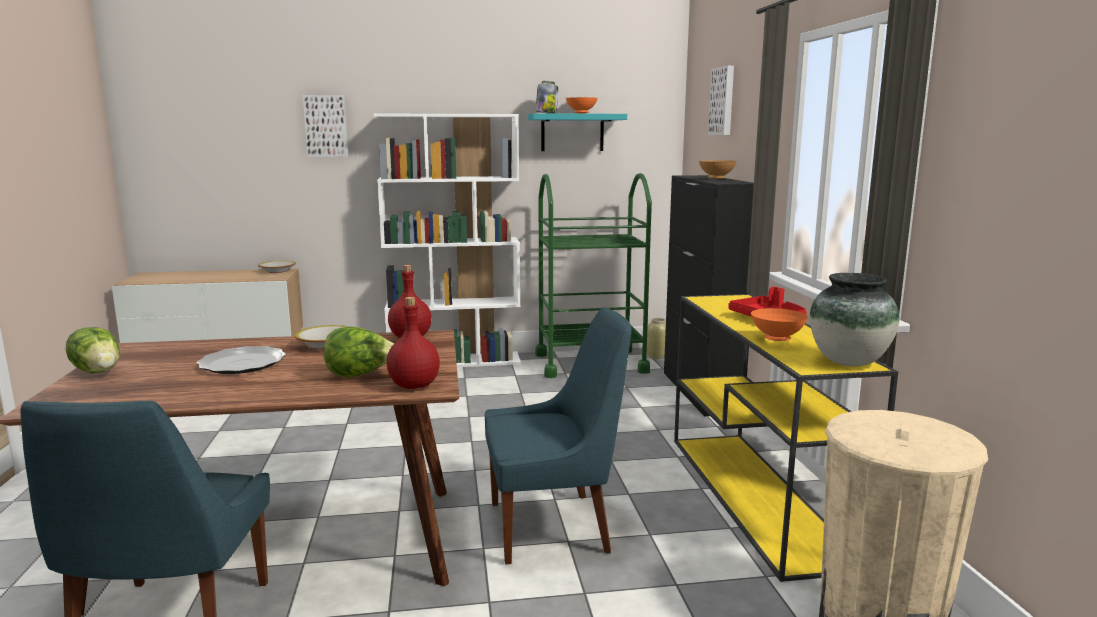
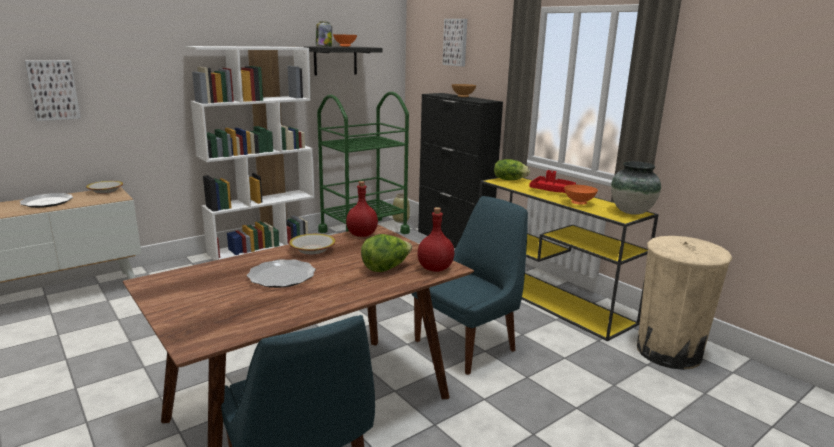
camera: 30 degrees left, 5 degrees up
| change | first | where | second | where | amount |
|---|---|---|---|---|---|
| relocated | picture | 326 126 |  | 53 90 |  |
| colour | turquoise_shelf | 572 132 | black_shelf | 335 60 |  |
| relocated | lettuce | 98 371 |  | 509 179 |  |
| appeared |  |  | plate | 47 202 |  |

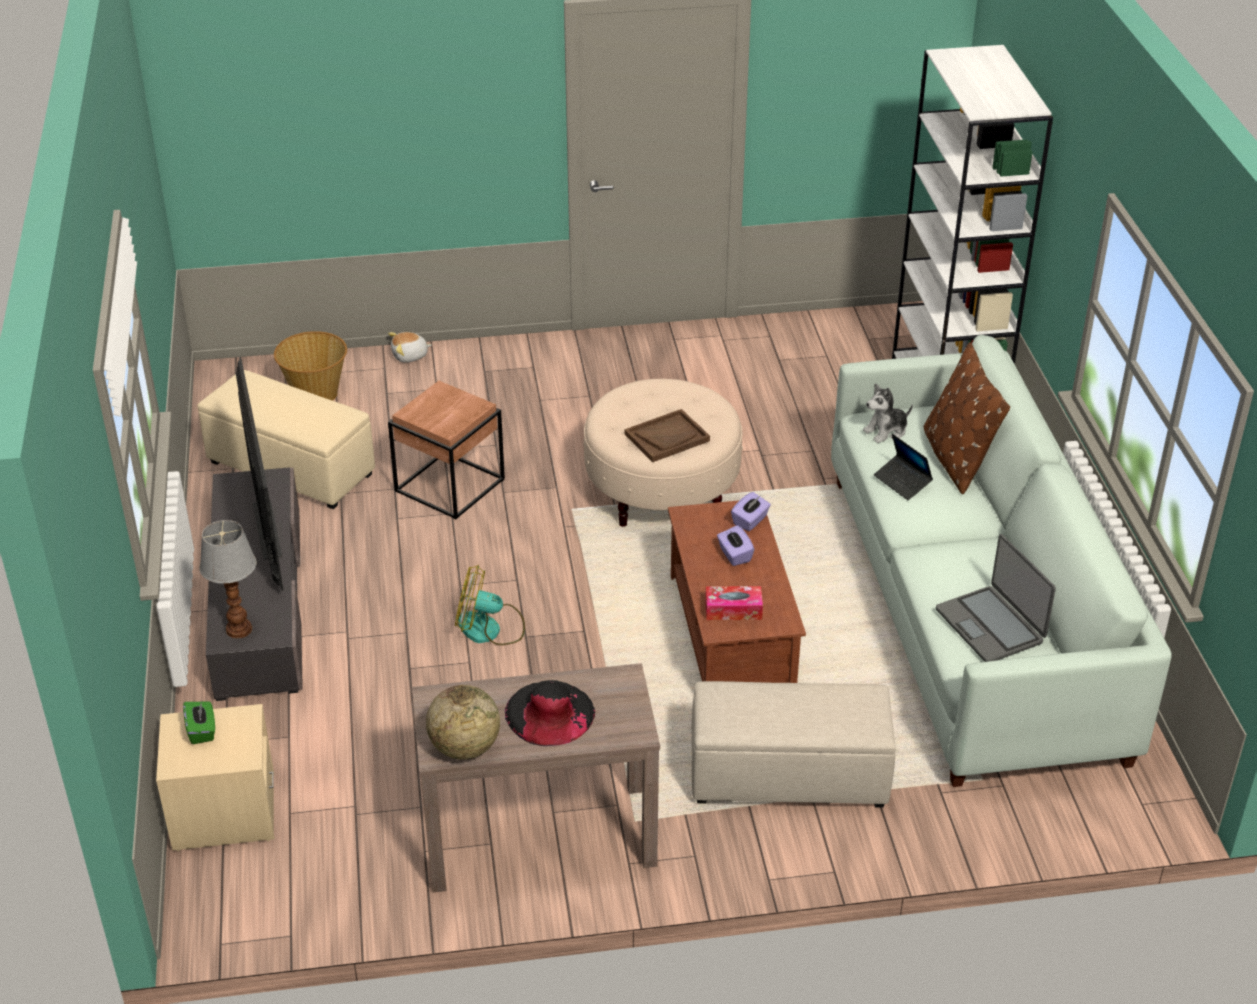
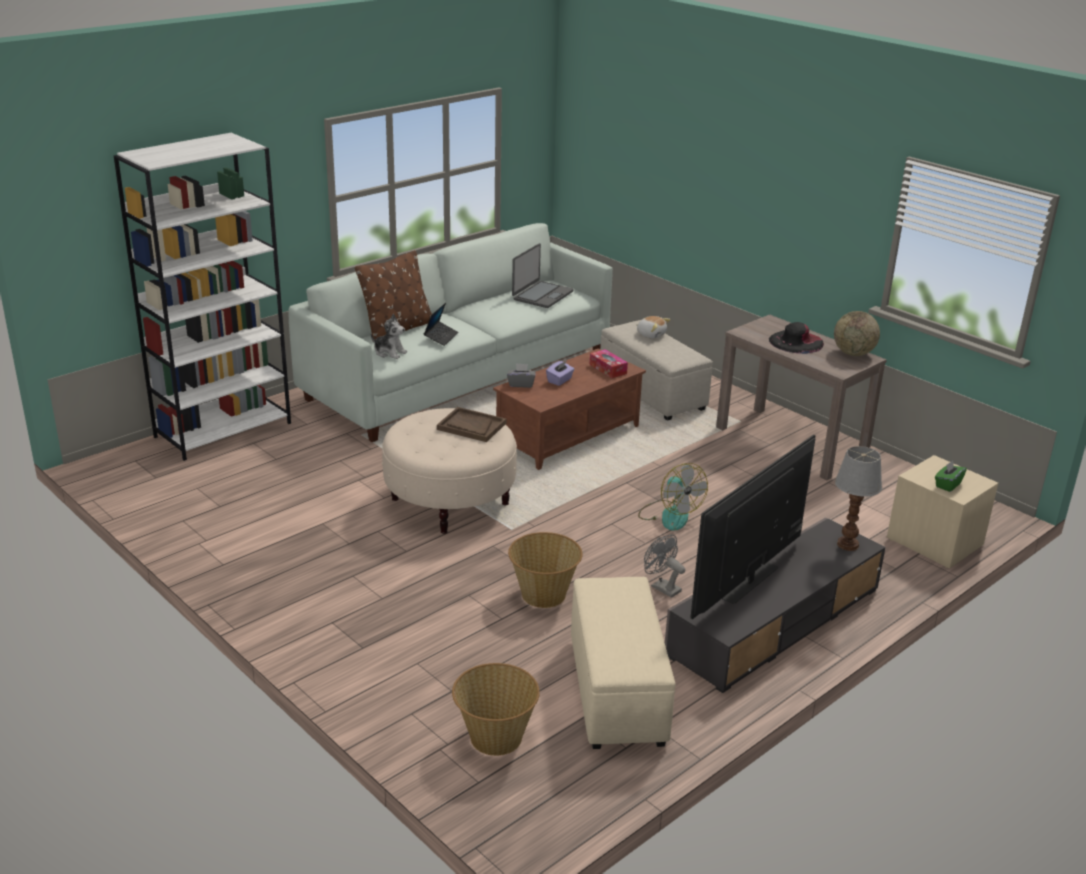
camera: 125 degrees left, 10 degrees down
| change | first | where | second | where | amount |
|---|---|---|---|---|---|
| relocated | plush_toy | 410 356 |  | 651 335 |  |
| exchanged | brown_side_table | 449 484 | basket | 543 595 |  |
| colour | purple_tissue_box | 750 521 | grey_tissue_box | 521 384 |  |
| appeared |  |  | grey_fan | 662 587 |  |

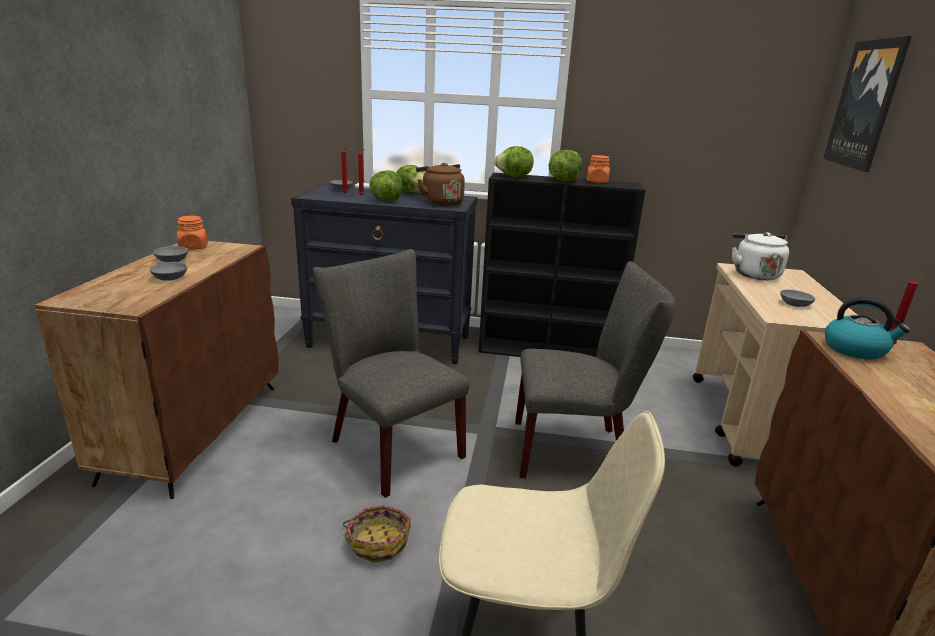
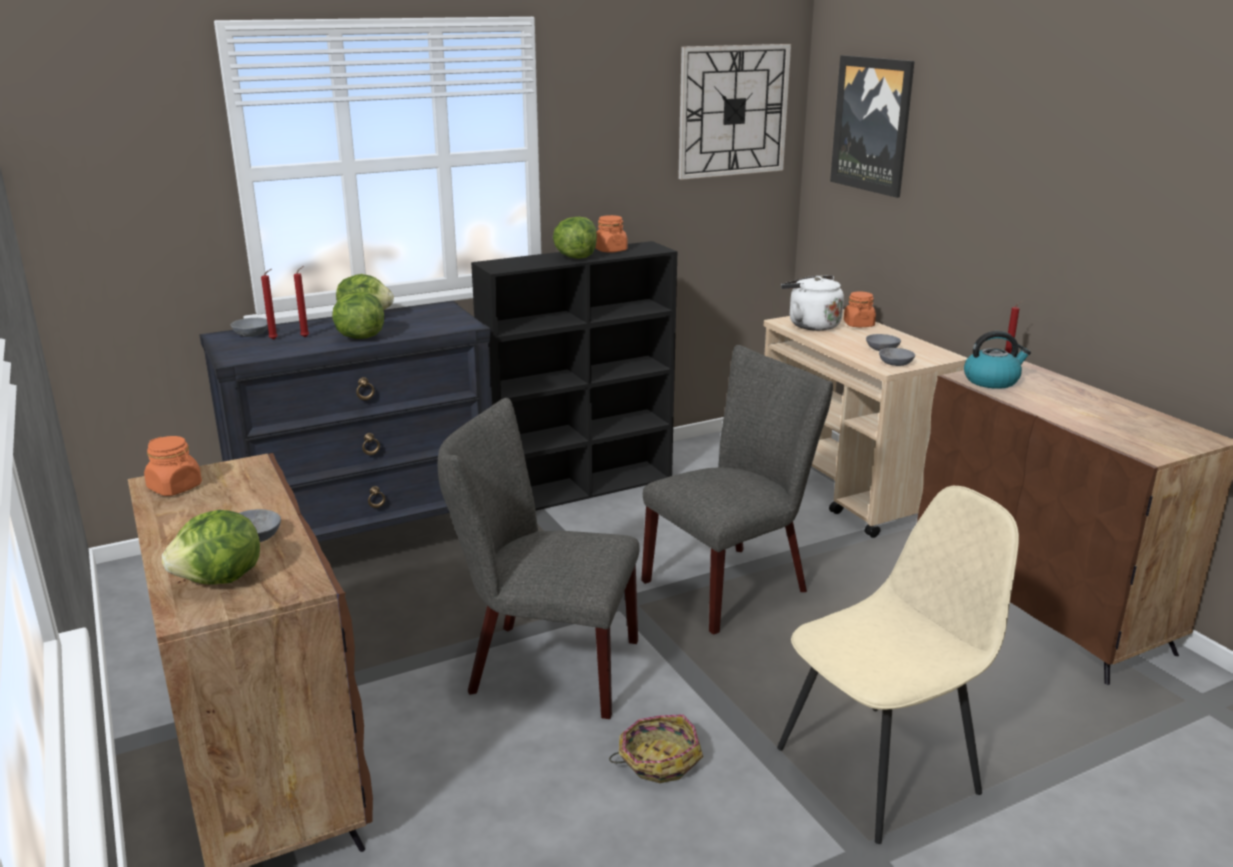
camera: 35 degrees left, 0 degrees up
| change | first | where | second | where | amount |
|---|---|---|---|---|---|
| relocated | lettuce | 514 177 |  | 220 580 |  |
| missing | brown_kettle | 440 203 |  |  |  |
| relocated | grey_bowl | 171 260 |  | 895 364 |  |
| appeared |  |  | wall_clock | 733 111 |  |
| appeared |  |  | orange_jar | 858 324 |  |

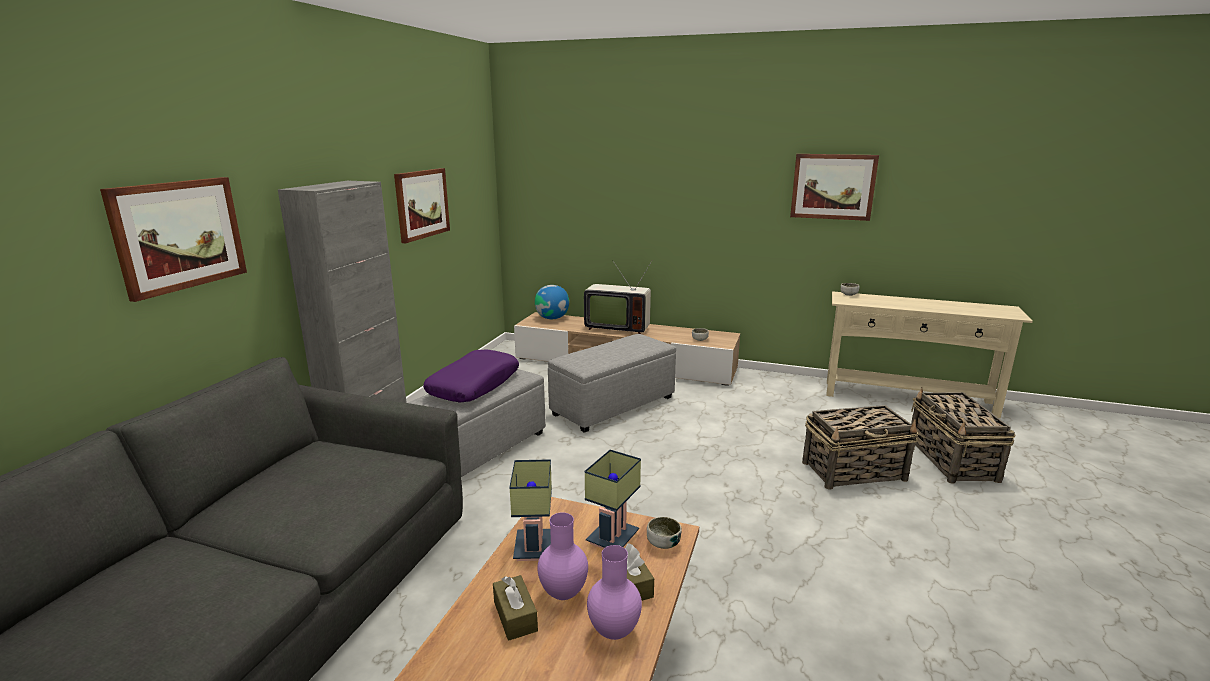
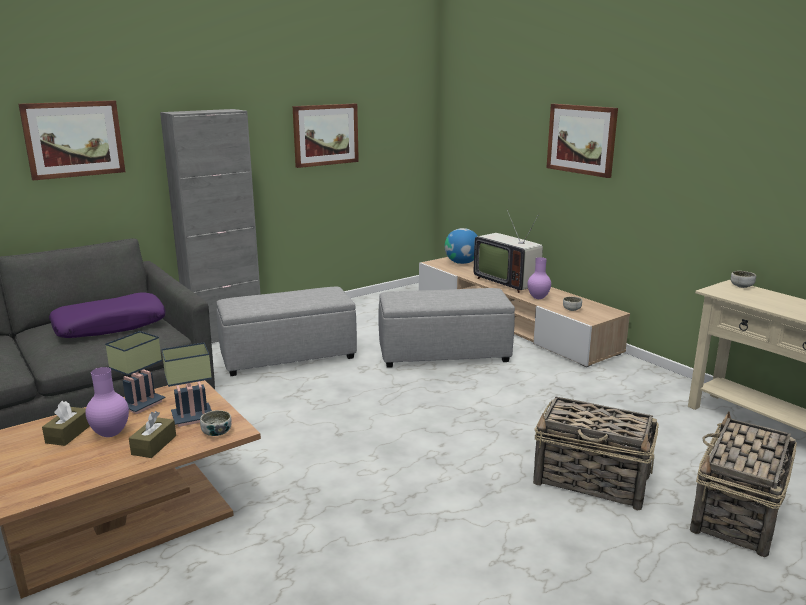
camera: 35 degrees right, 0 degrees up
| change | first | where | second | where | amount |
|---|---|---|---|---|---|
| relocated | picture | 833 186 |  | 581 139 |  |
| relocated | purple_pillow | 473 385 |  | 110 326 |  |
| relocated | purple_vase | 613 631 |  | 538 298 |  |

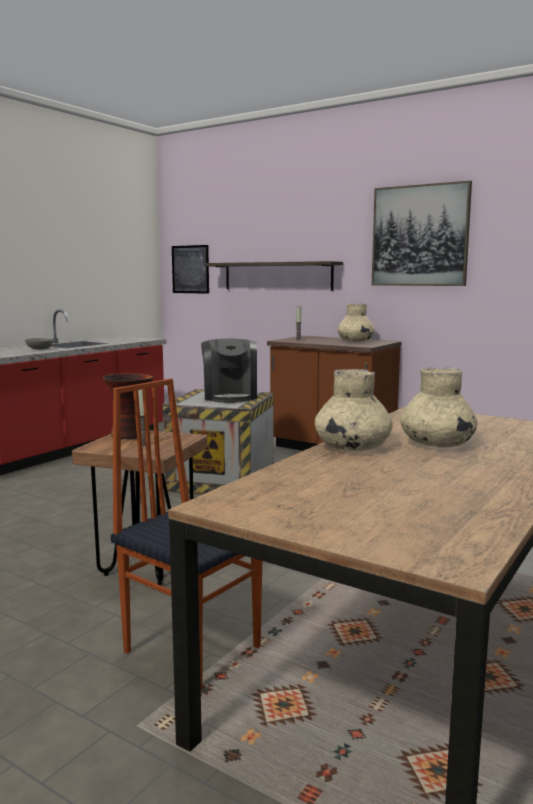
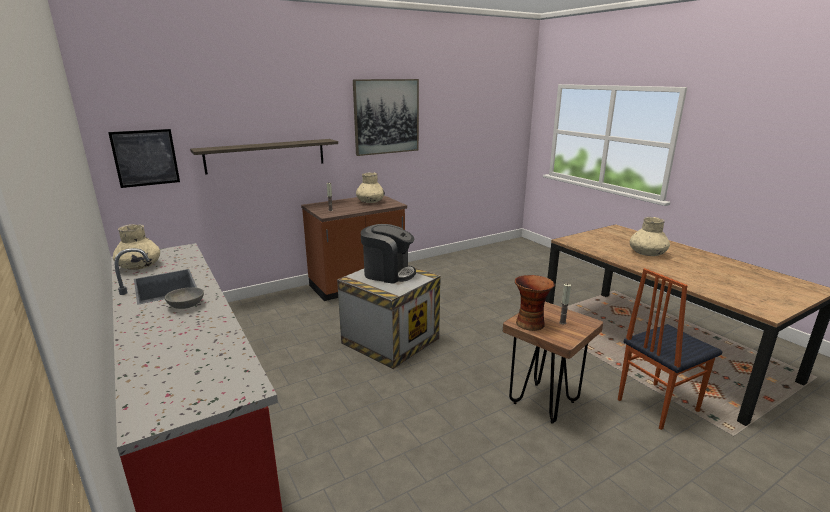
camera: 65 degrees left, 10 degrees up
| change | first | where | second | where | amount |
|---|---|---|---|---|---|
| relocated | beige_vase | 352 448 |  | 139 266 |  |

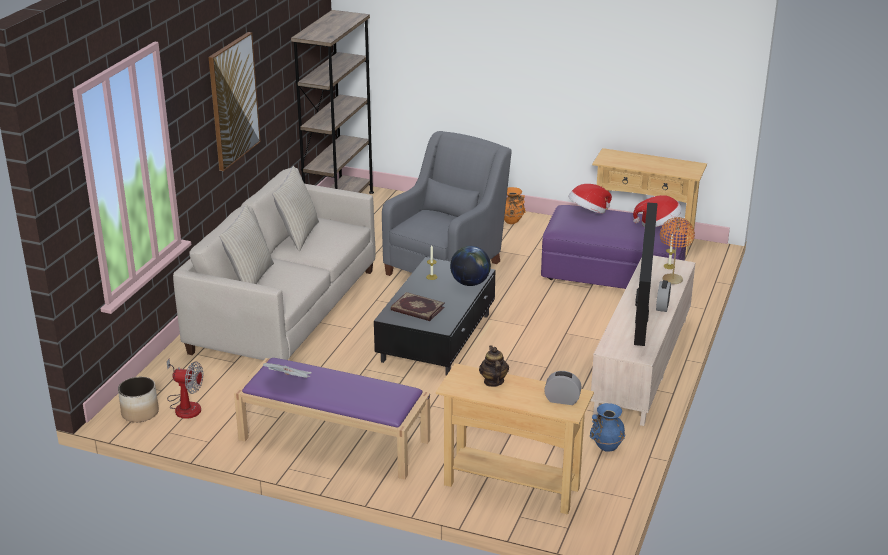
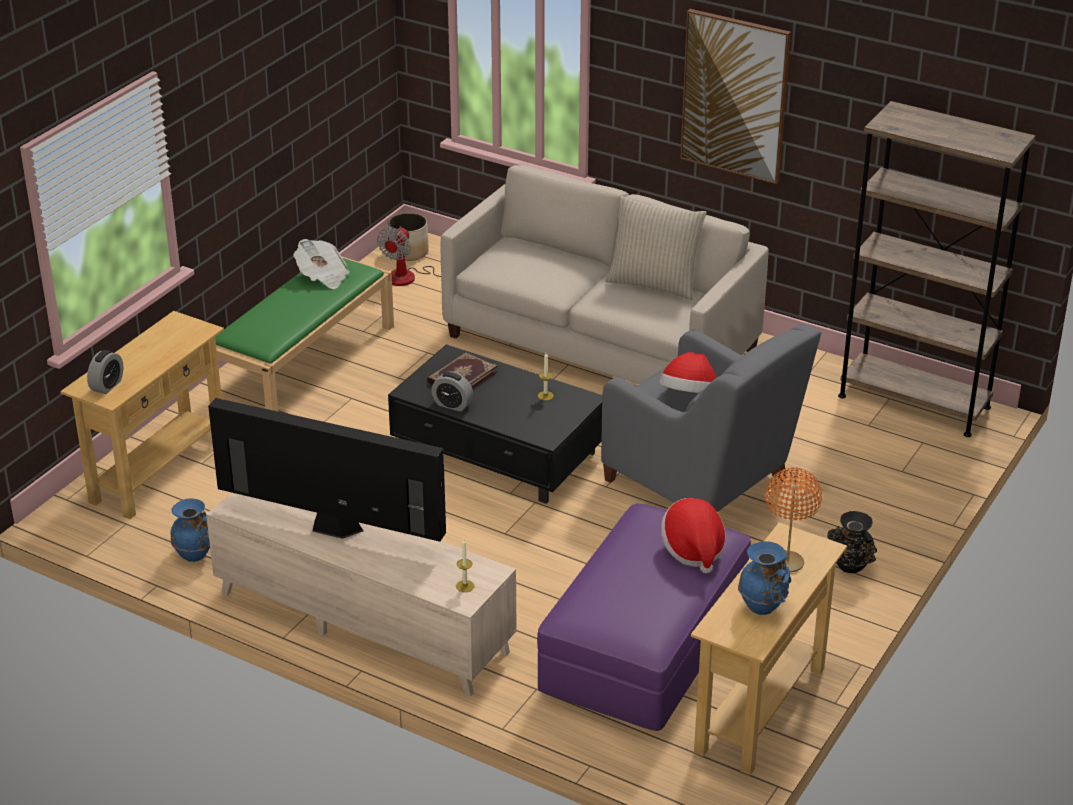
camera: 100 degrees right, 5 degrees up
| change | first | where | second | where | amount |
|---|---|---|---|---|---|
| colour | orange_vase | 512 221 | black_vase | 849 568 |  |
| relocated | hat | 658 224 |  | 688 396 |  |
| missing | beige_pillow | 249 278 |  |  |  |
| relocated | orange_table_lamp | 672 280 |  | 786 563 |  |
| missing | globe | 470 283 |  |  |  |
| relocated | alarm_clock | 662 306 |  | 452 405 |  |
| missing | teapot | 493 381 |  |  |  |
| colour | purple_bench | 333 440 | green_bench | 304 362 |  |
| appeared |  |  | blue_vase | 764 606 |  |

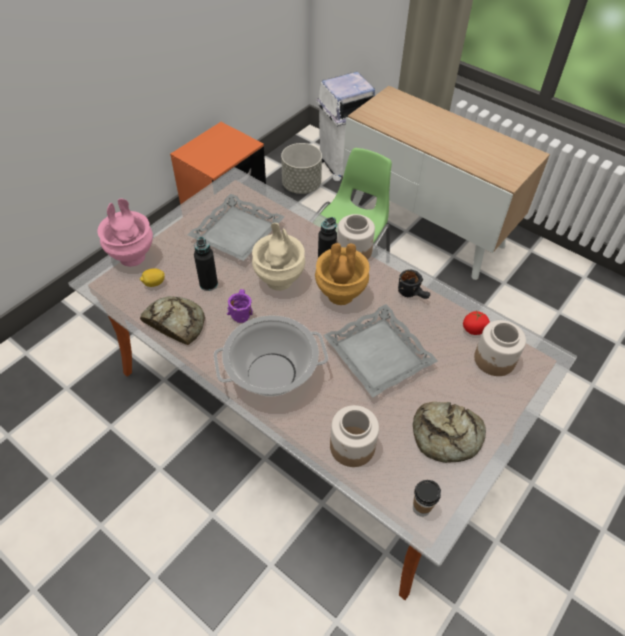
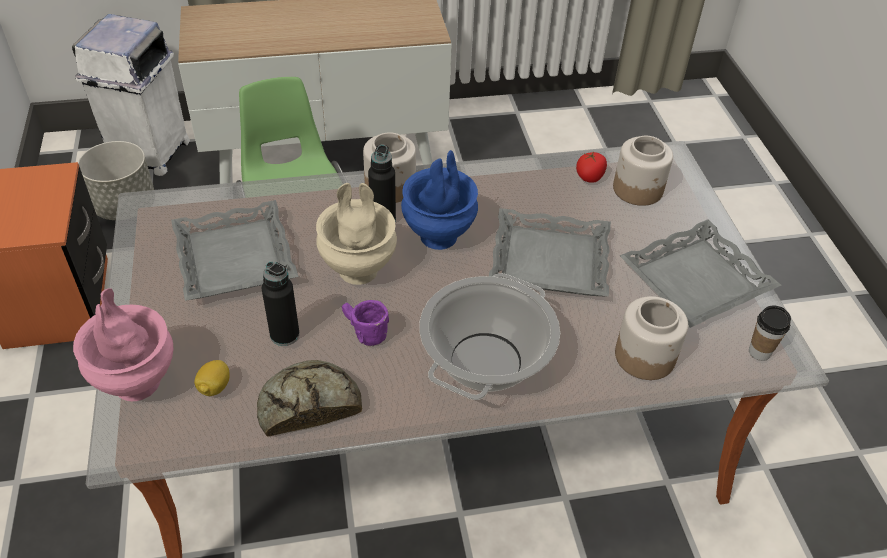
camera: 50 degrees left, 5 degrees down
| change | first | where | second | where | amount |
|---|---|---|---|---|---|
| colour | brown_vase | 339 295 | blue_vase | 438 237 |  |
| missing | black_mug | 413 294 |  |  |  |
| exchanged | bread | 447 437 | grey_tray | 695 280 |  |

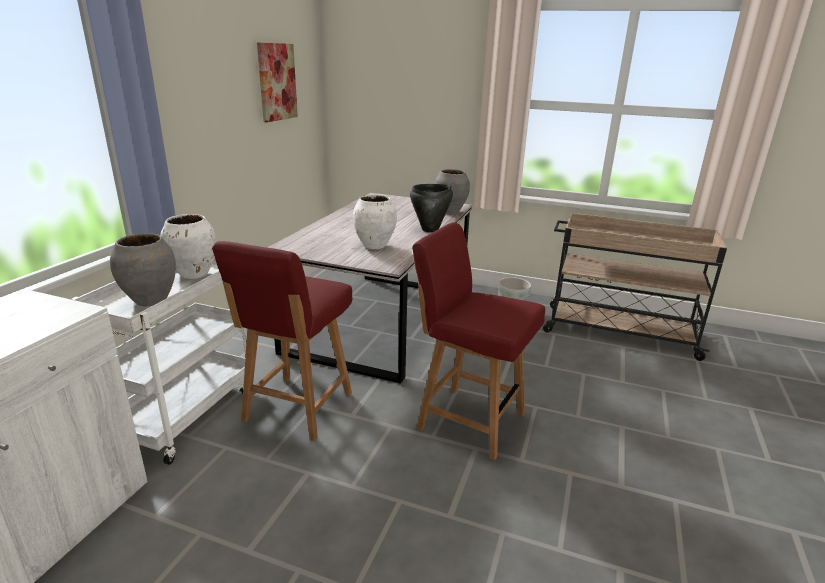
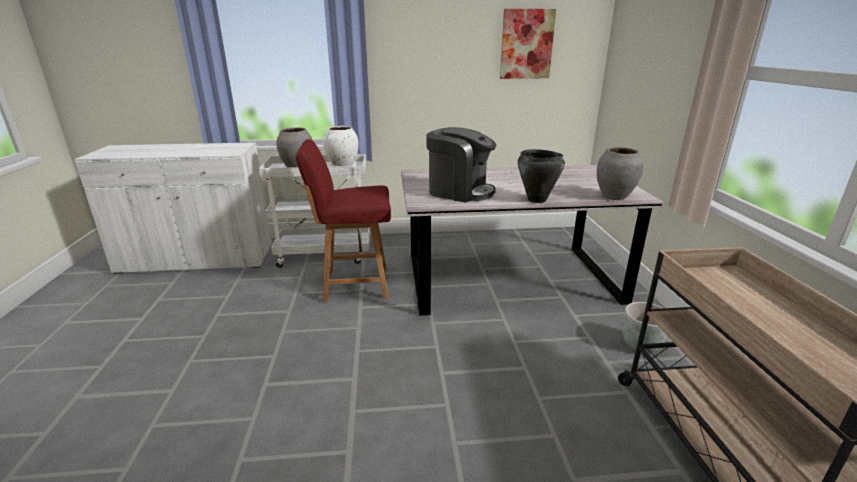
camera: 65 degrees right, 0 degrees up
| change | first | where | second | where | amount |
|---|---|---|---|---|---|
| exchanged | white_vase | 374 246 | coffee_machine | 459 191 |  |
| missing | red_chair | 469 419 |  |  |  |

